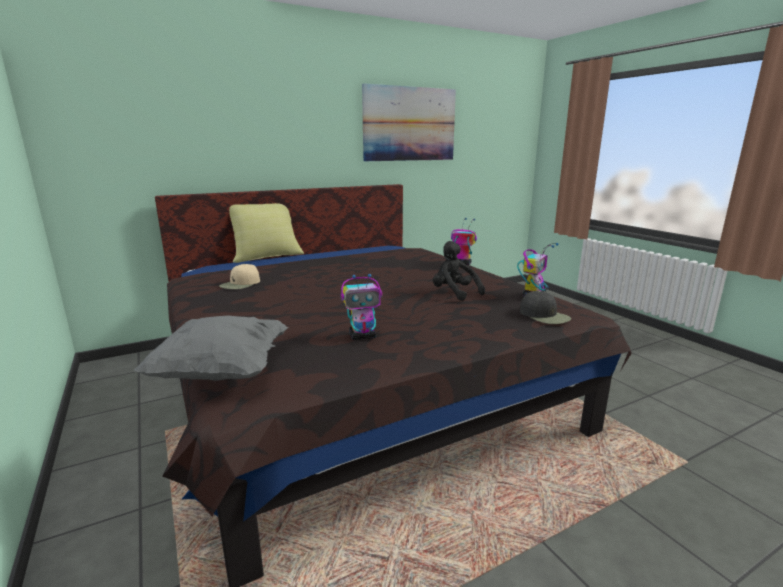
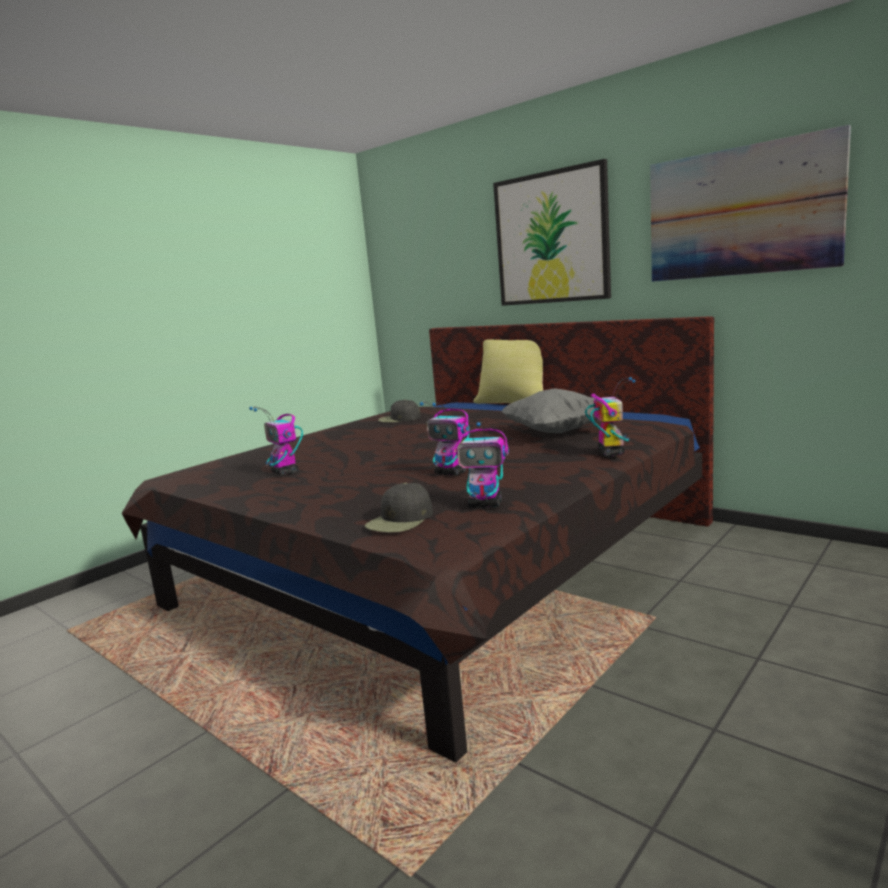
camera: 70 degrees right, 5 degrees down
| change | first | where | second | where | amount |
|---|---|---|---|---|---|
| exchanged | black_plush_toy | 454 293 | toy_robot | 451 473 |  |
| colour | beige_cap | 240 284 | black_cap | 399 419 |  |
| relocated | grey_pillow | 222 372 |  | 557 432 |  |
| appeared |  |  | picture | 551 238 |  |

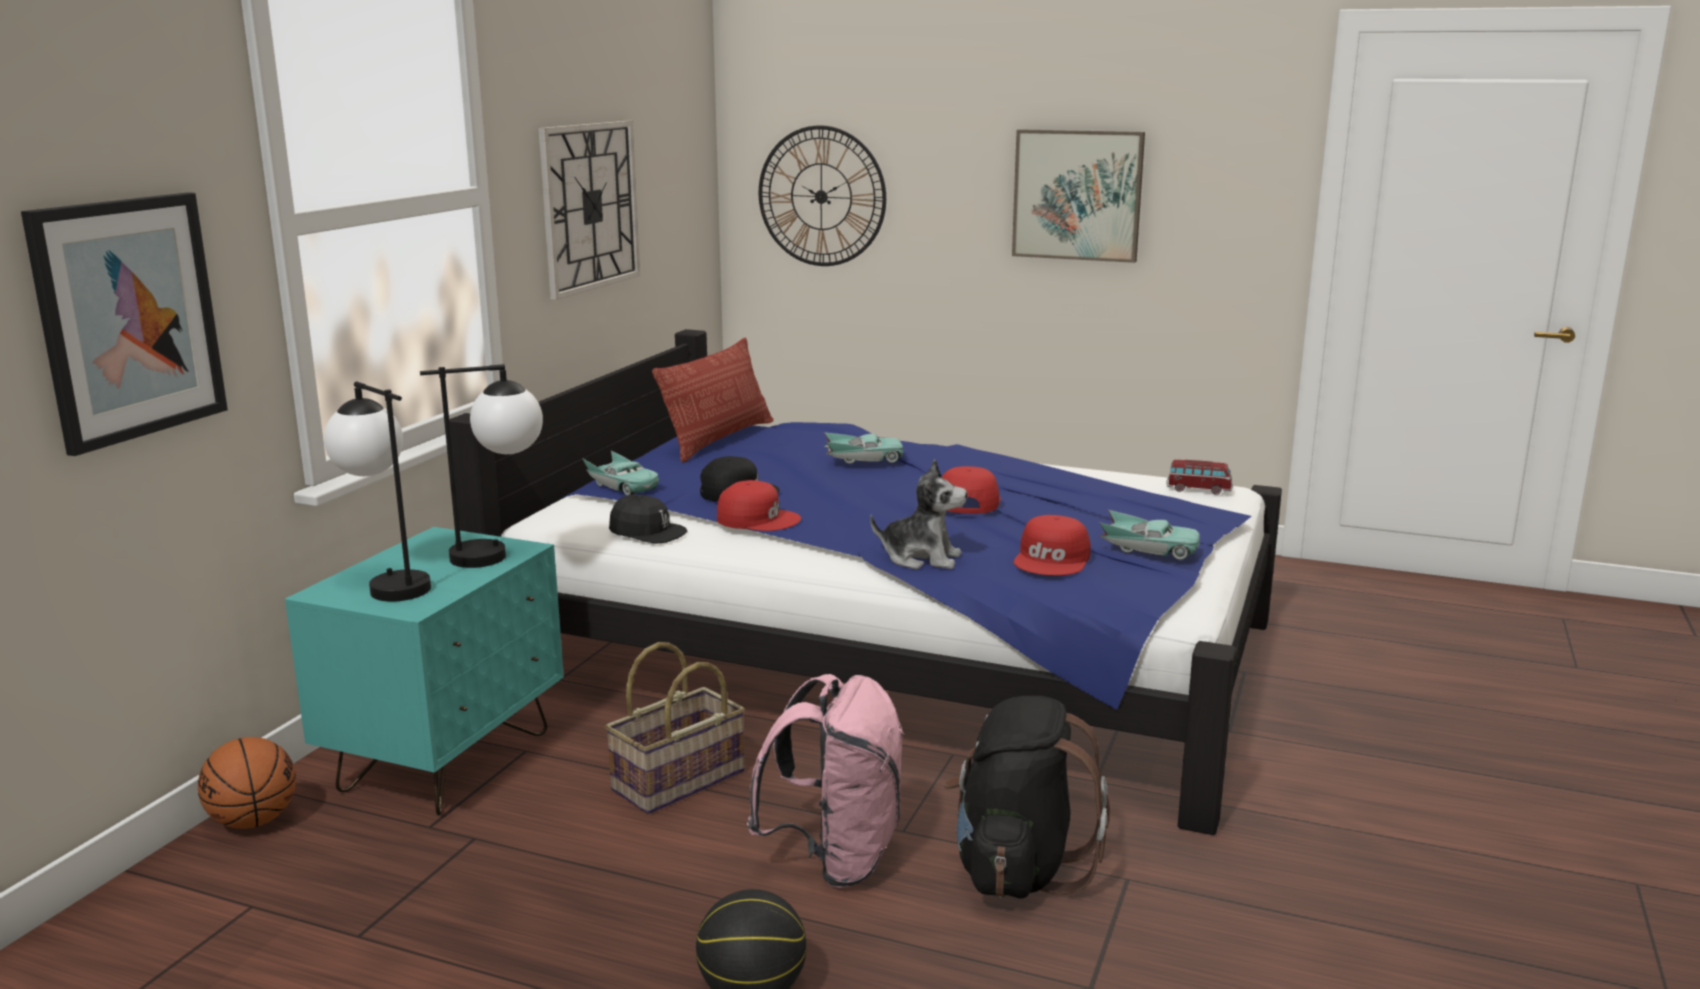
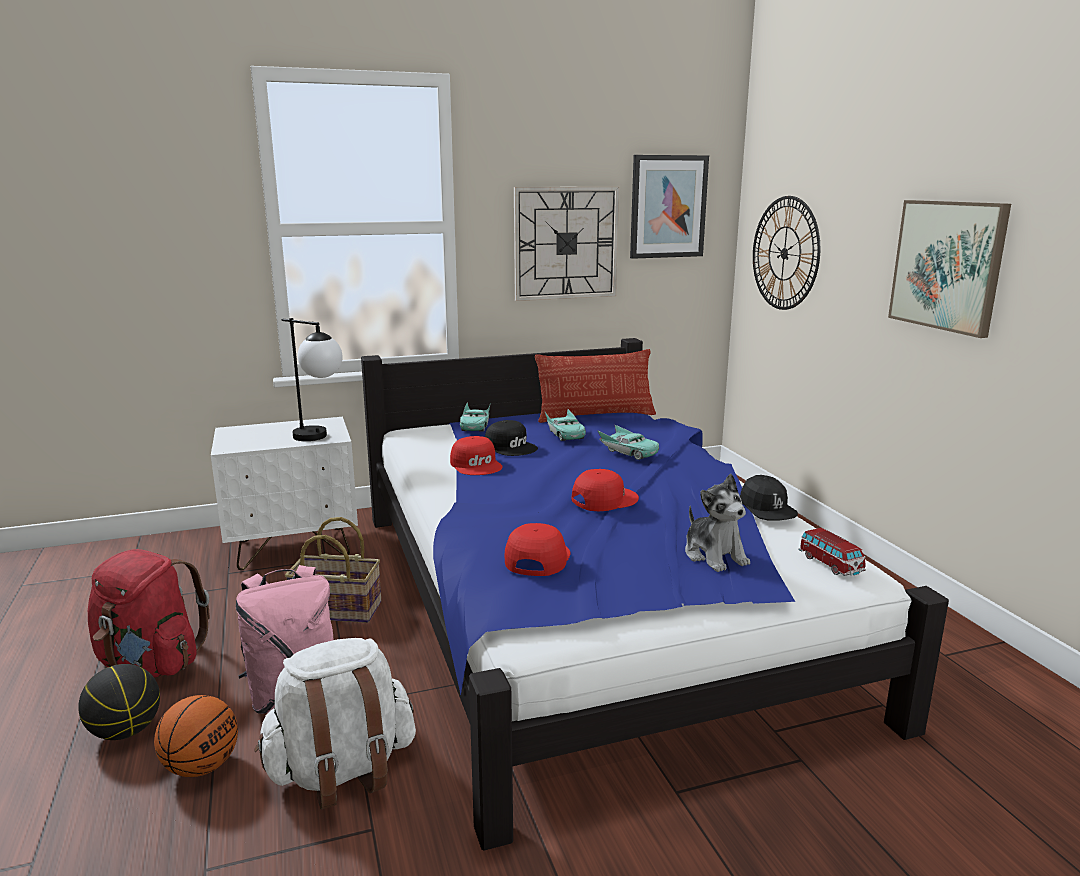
camera: 50 degrees right, 0 degrees up
| change | first | where | second | where | amount |
|---|---|---|---|---|---|
| relocated | picture | 129 319 |  | 668 207 |  |
| missing | table_lamp | 388 584 |  |  |  |
| relocated | plush_toy | 921 558 |  | 714 555 |  |
| relocated | black_cap | 647 532 |  | 766 508 |  |
| relocated | turquoise_toy_car | 1149 549 |  | 565 433 |  |
| spun | red_cap | 1053 559 |  | 536 558 | 120 degrees clockwise |
| colour | turquoise_nightstand | 446 761 | white_nightstand | 294 548 |  |
| colour | black_backpack | 1017 869 | white_backpack | 342 771 |  |
| relocated | basketball | 253 821 |  | 201 766 |  |
| appeared |  |  | red_backpack | 151 664 |  |

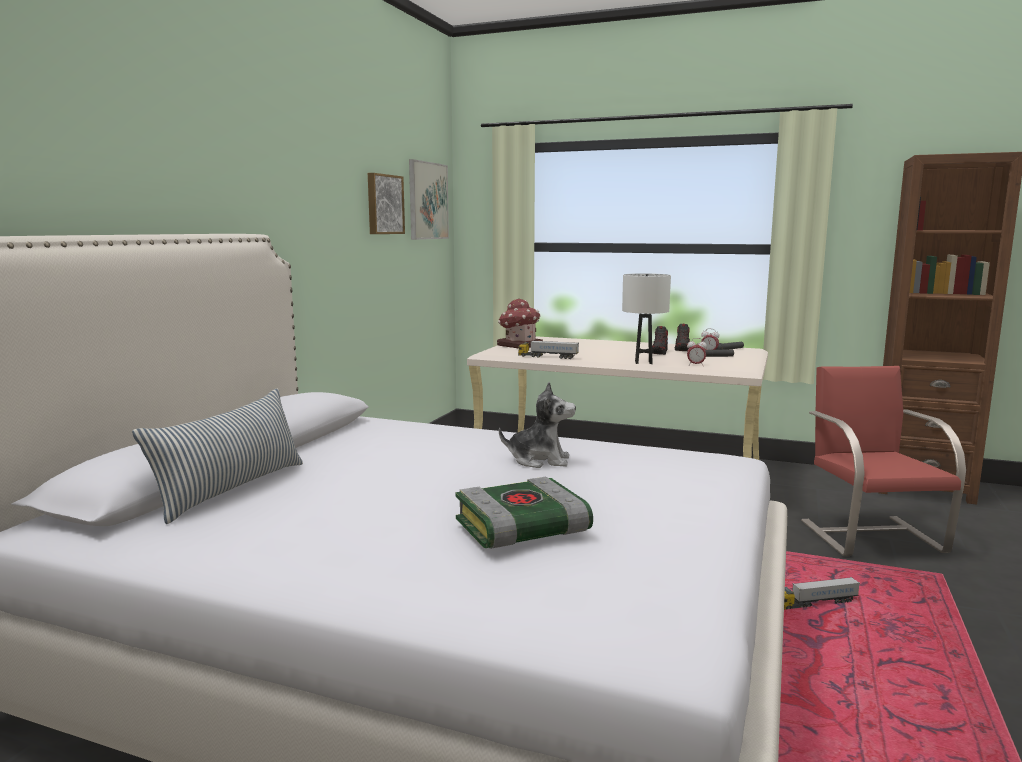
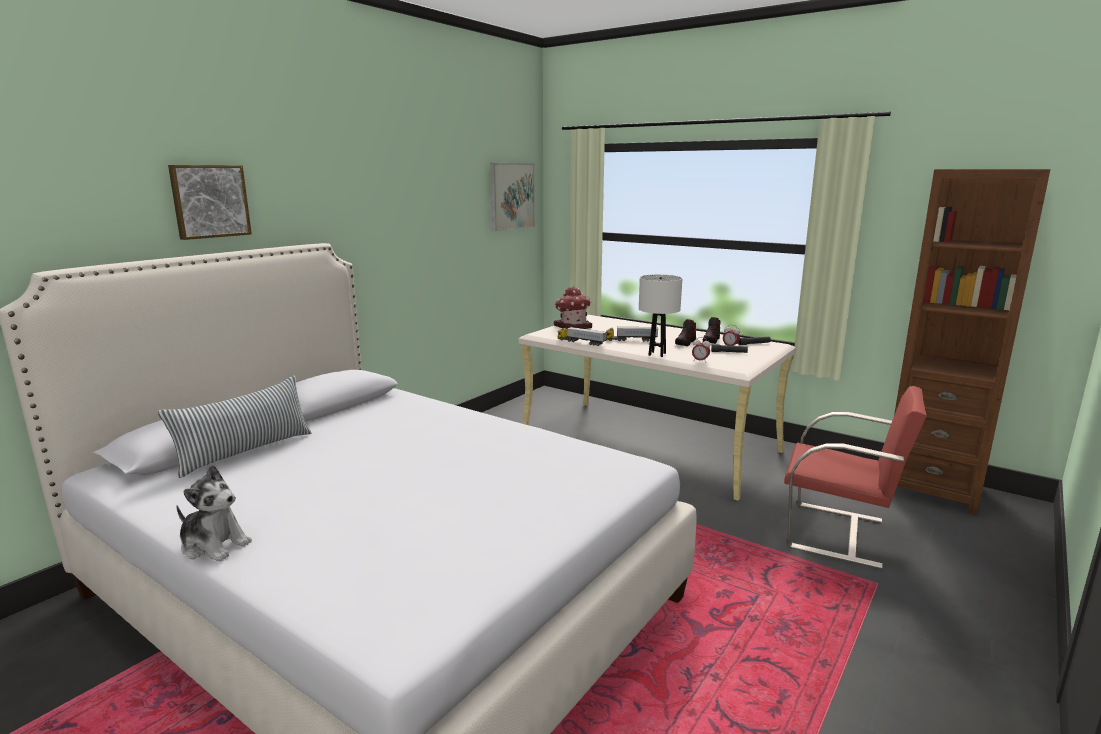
camera: 15 degrees right, 5 degrees up
| change | first | where | second | where | amount |
|---|---|---|---|---|---|
| relocated | picture | 384 204 |  | 209 201 |  |
| spun | red_chair | 871 535 |  | 839 534 | 105 degrees clockwise |
| relocated | plush_toy | 539 460 |  | 214 545 |  |
| missing | book | 521 529 |  |  |  |
| relocated | toy_truck | 816 604 |  | 631 340 |  |

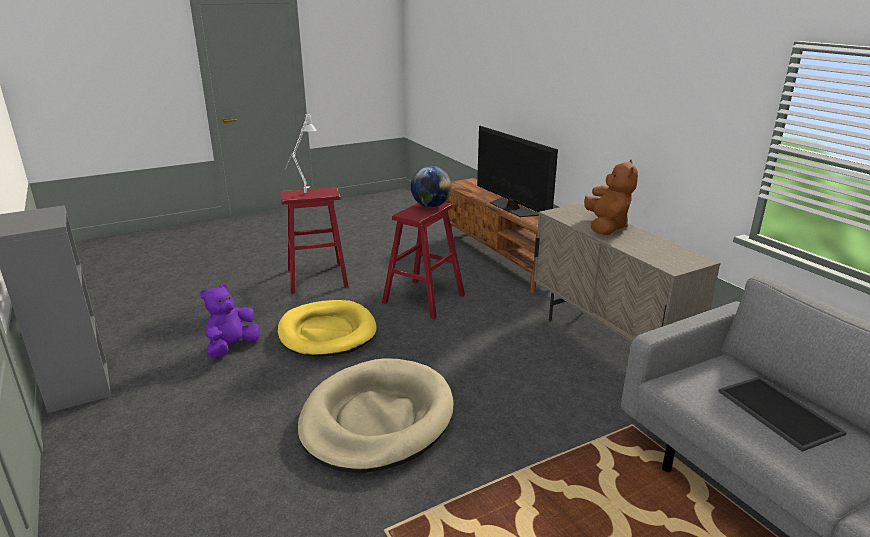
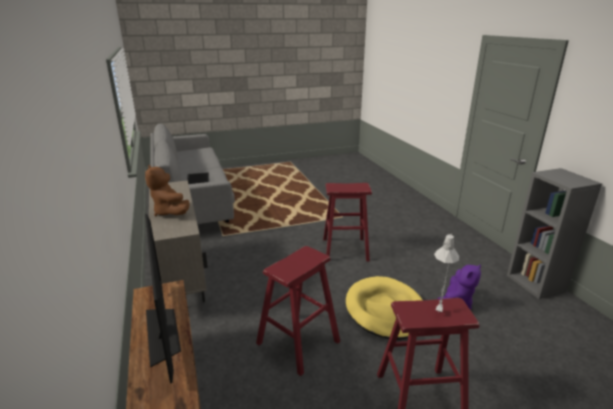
camera: 170 degrees left, 0 degrees up
| change | first | where | second | where | amount |
|---|---|---|---|---|---|
| spun | brown_plush_toy | 606 227 |  | 170 212 | 45 degrees counterclockwise |
| missing | globe | 431 206 |  |  |  |
| exchanged | beige_dog_bed | 377 419 | red_stool | 345 249 |  |

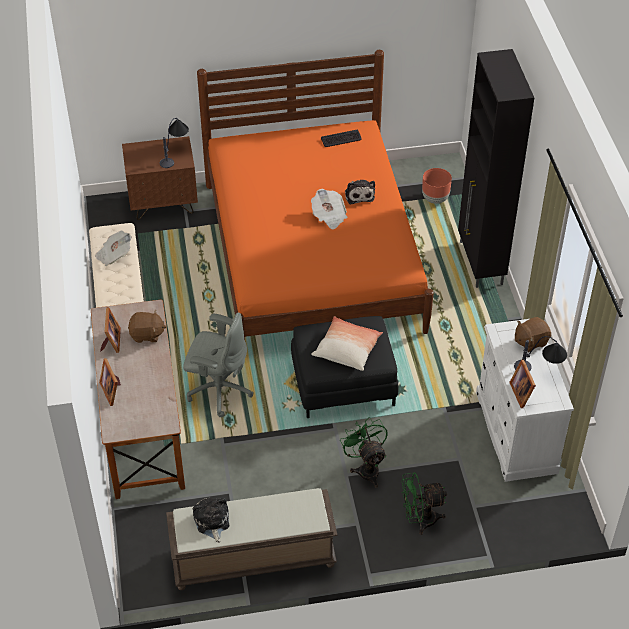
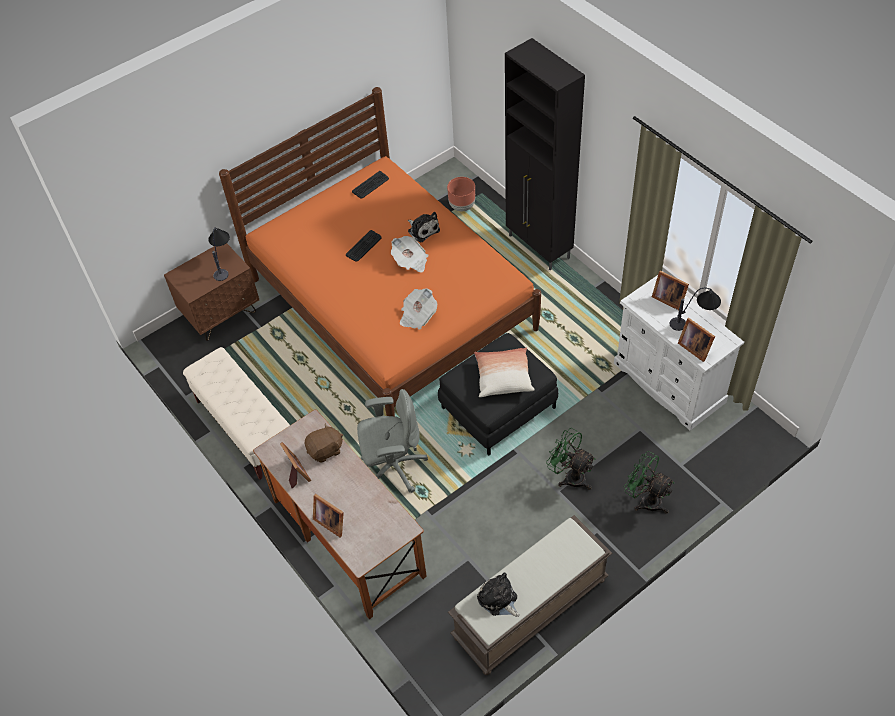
camera: 25 degrees left, 5 degrees up
| change | first | where | second | where | amount |
|---|---|---|---|---|---|
| relocated | newspaper | 114 255 |  | 417 316 |  |
| exchanged | brown_plush_toy | 530 341 | picture_frame | 668 298 |  |
| spun | green_fan | 420 520 |  | 645 499 | 75 degrees clockwise |
| appeared |  |  | keyboard | 364 246 |  |

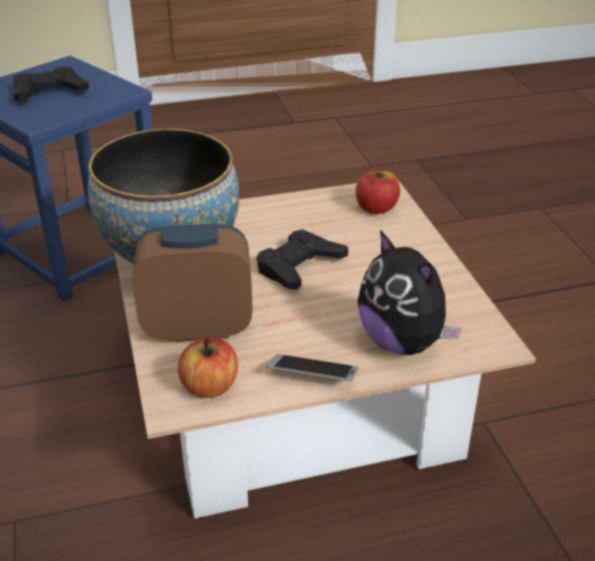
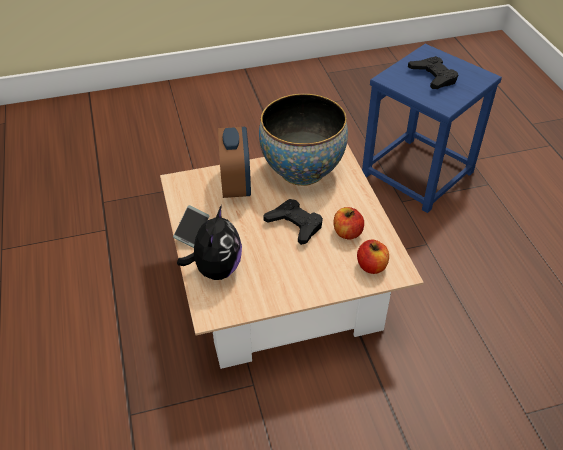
camera: 90 degrees right, 10 degrees up
| change | first | where | second | where | amount |
|---|---|---|---|---|---|
| spun | plush_toy | 403 342 |  | 216 269 | 135 degrees clockwise |
| relocated | apple | 210 386 |  | 347 232 |  |

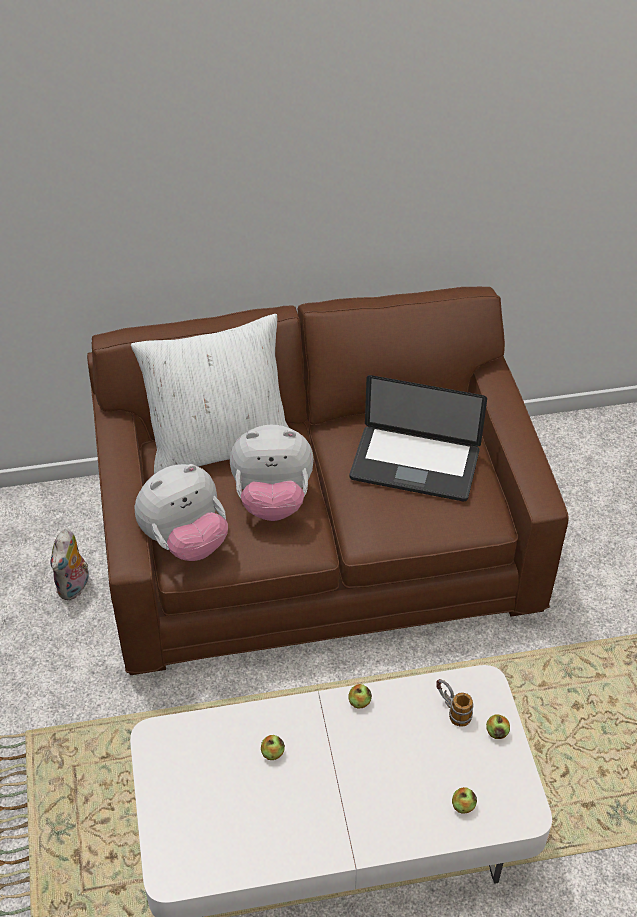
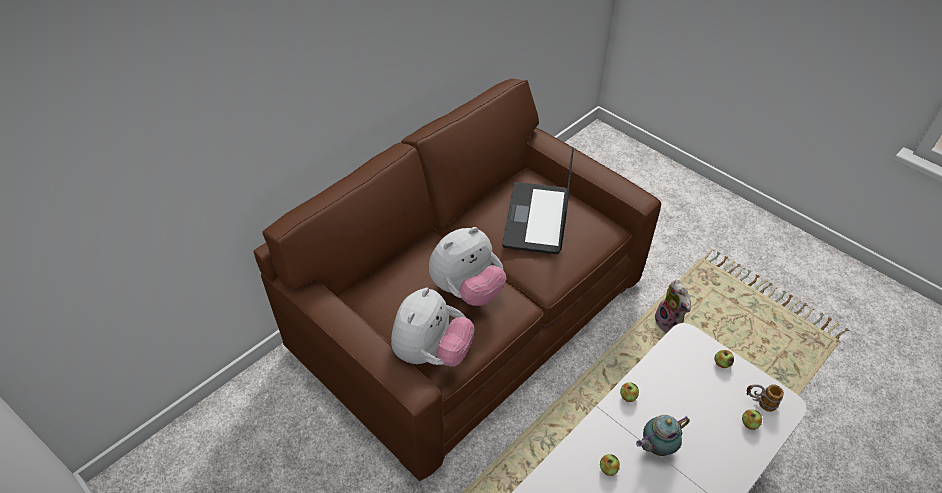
camera: 35 degrees left, 0 degrees up
| change | first | where | second | where | amount |
|---|---|---|---|---|---|
| missing | white_pillow | 220 444 |  |  |  |
| spun | laptop | 414 465 |  | 536 219 | 120 degrees clockwise |
| relocated | plush_toy | 75 587 |  | 669 323 |  |
| relocated | mug | 452 710 |  | 759 402 |  |
| appeared |  |  | teapot | 656 447 |  |

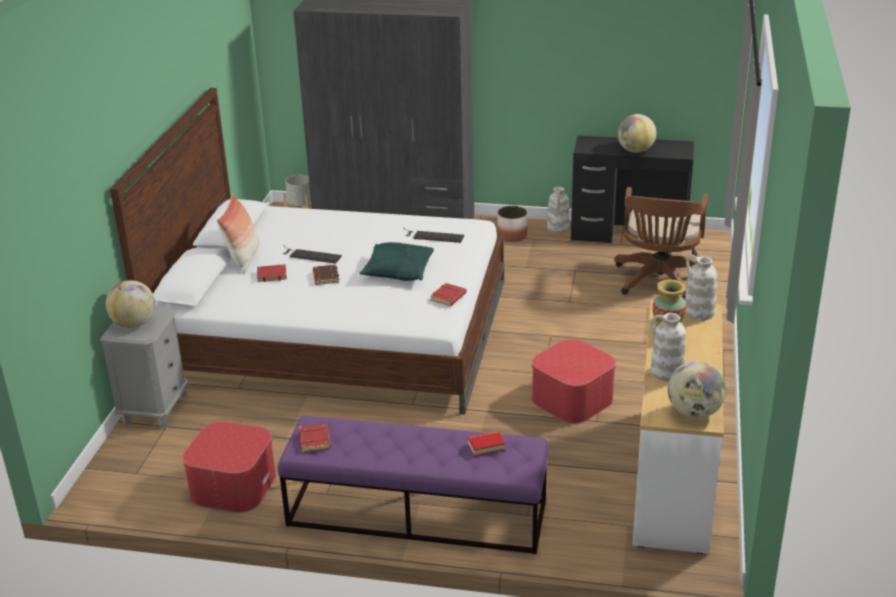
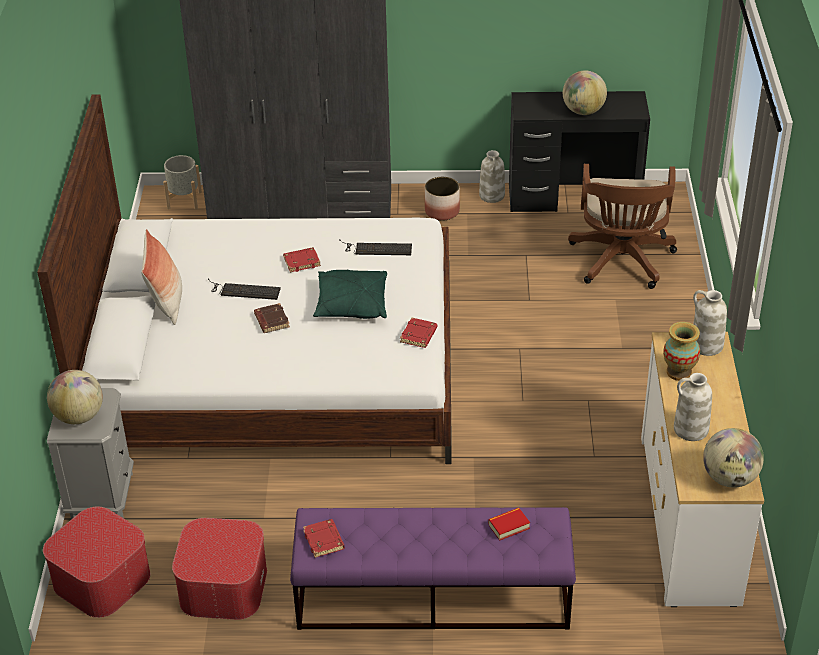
camera: 10 degrees left, 10 degrees up
| change | first | where | second | where | amount |
|---|---|---|---|---|---|
| relocated | red_book | 272 275 |  | 302 261 |  |
| relocated | ottoman | 572 399 |  | 101 579 |  |

